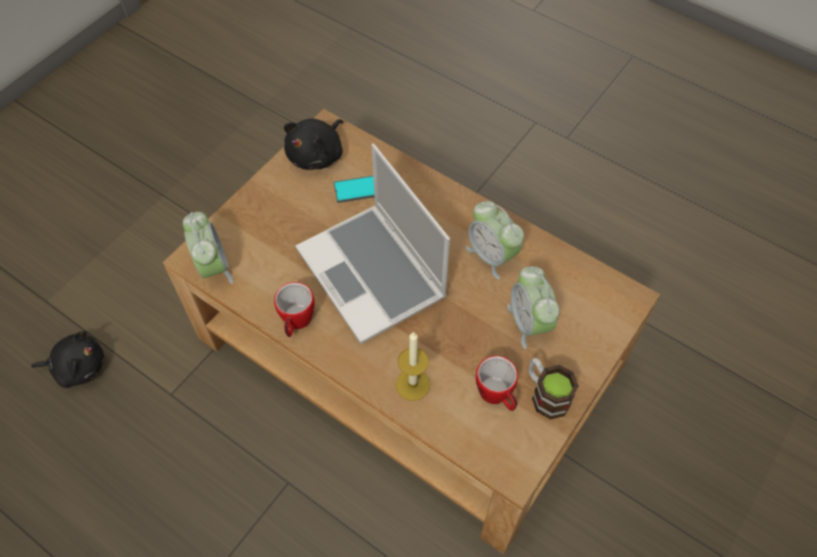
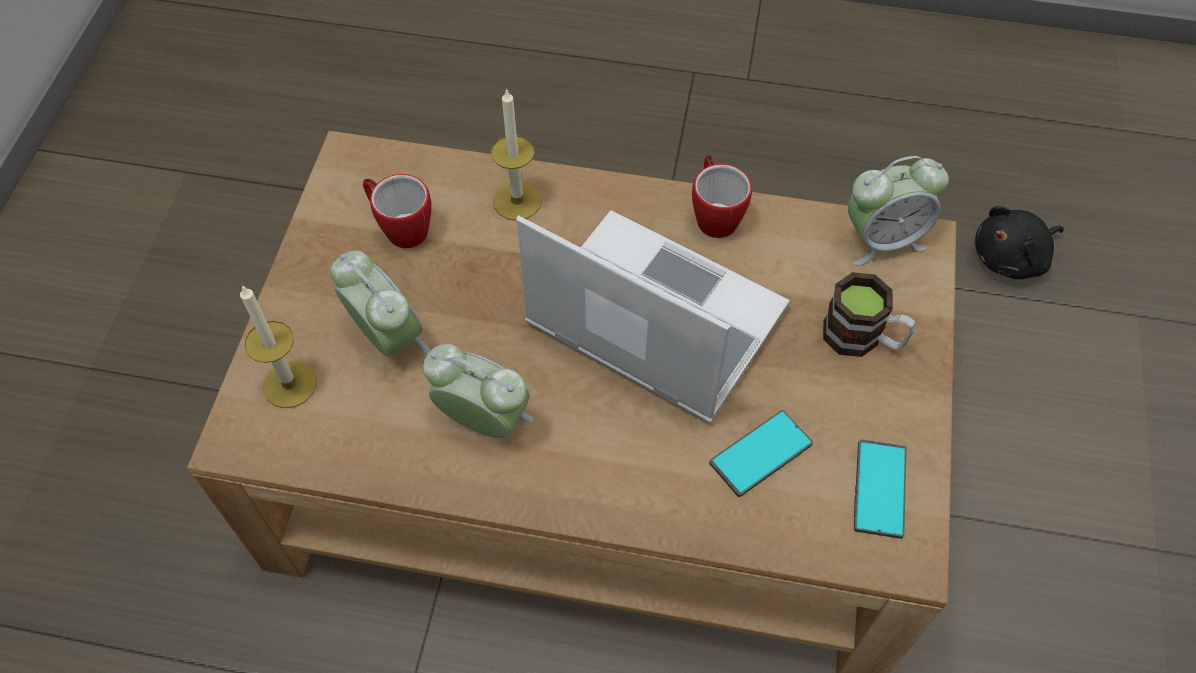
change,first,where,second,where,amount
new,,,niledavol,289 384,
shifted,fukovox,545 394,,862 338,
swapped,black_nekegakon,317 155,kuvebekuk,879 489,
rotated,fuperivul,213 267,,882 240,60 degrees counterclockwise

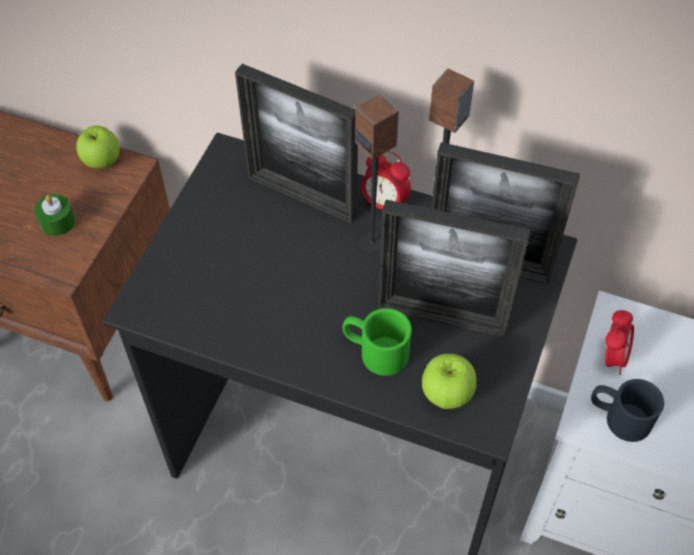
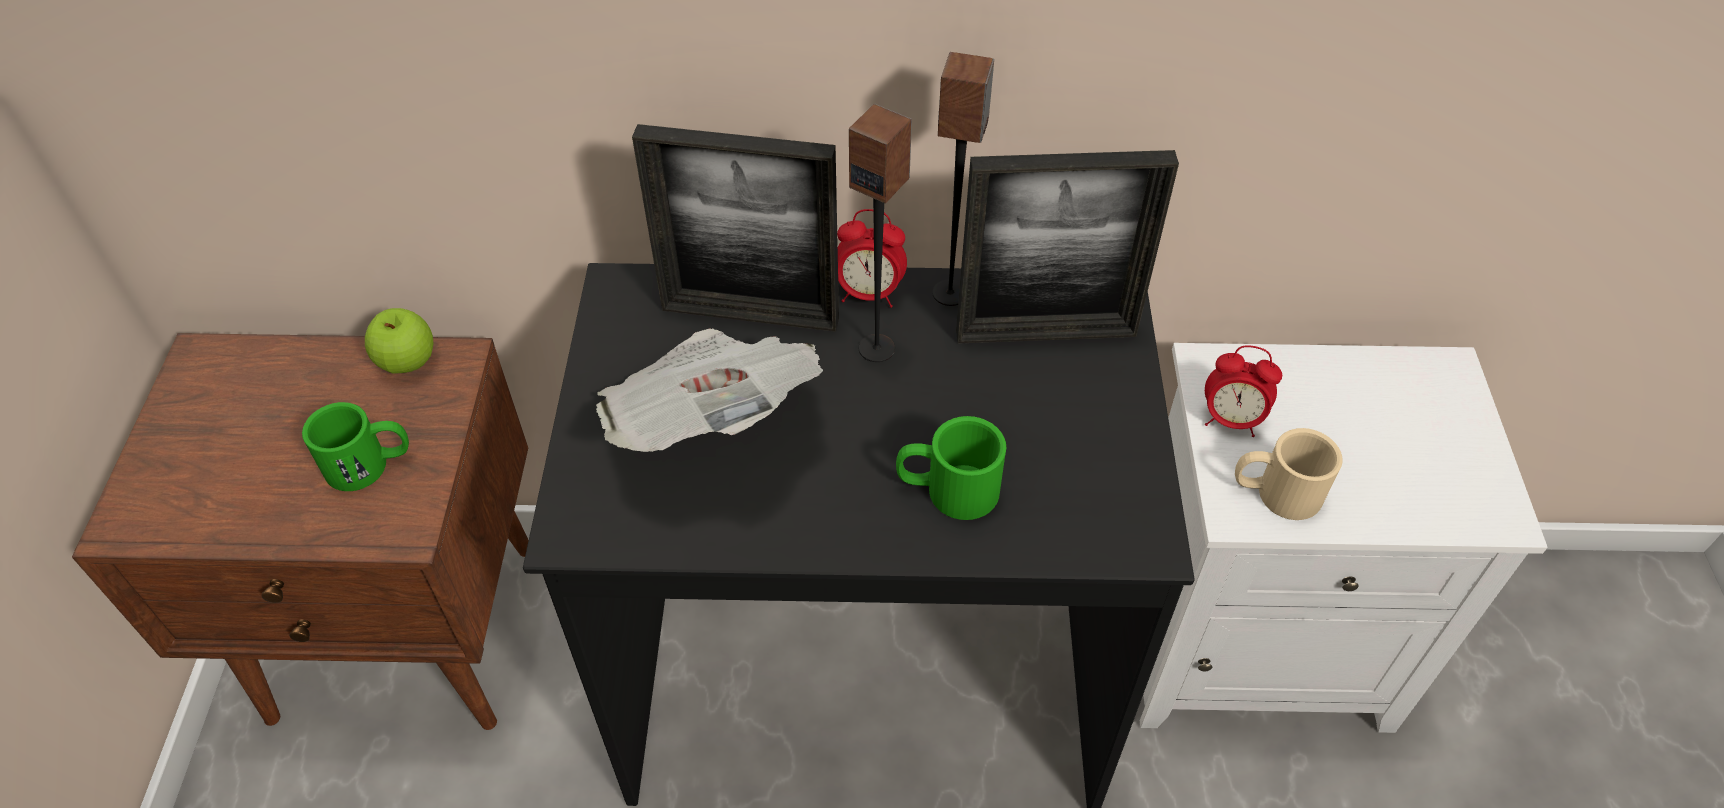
change,first,where,second,where,amount
gone,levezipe,442 317,,,
gone,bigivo,447 394,,,
new,,,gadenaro,711 421,
swapped,green_niledavol,57 222,green_fukovox,370 464,
repainted,black_fukovox,618 417,beige_fukovox,1275 492,
rotated,fuperivul,612 357,,1231 420,105 degrees clockwise

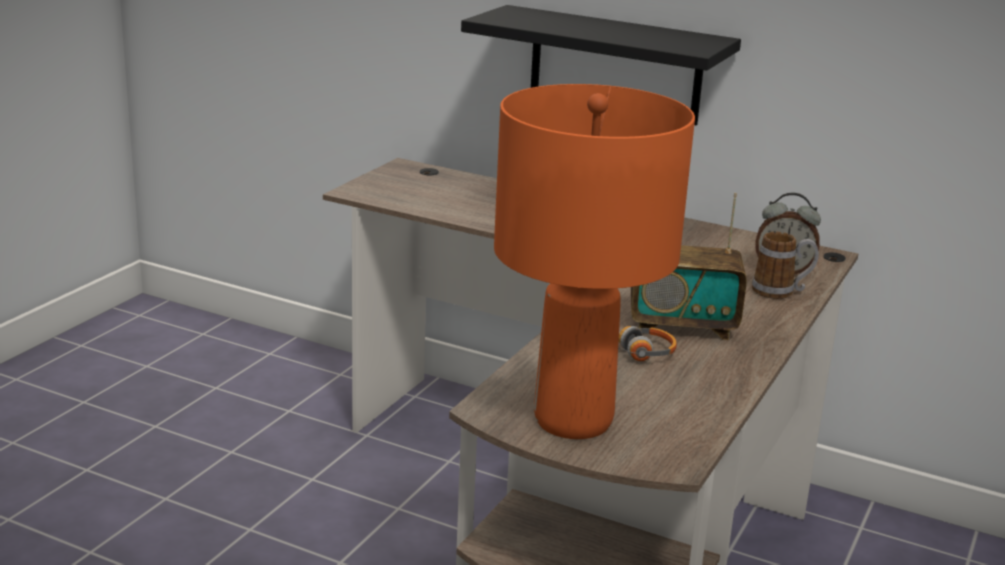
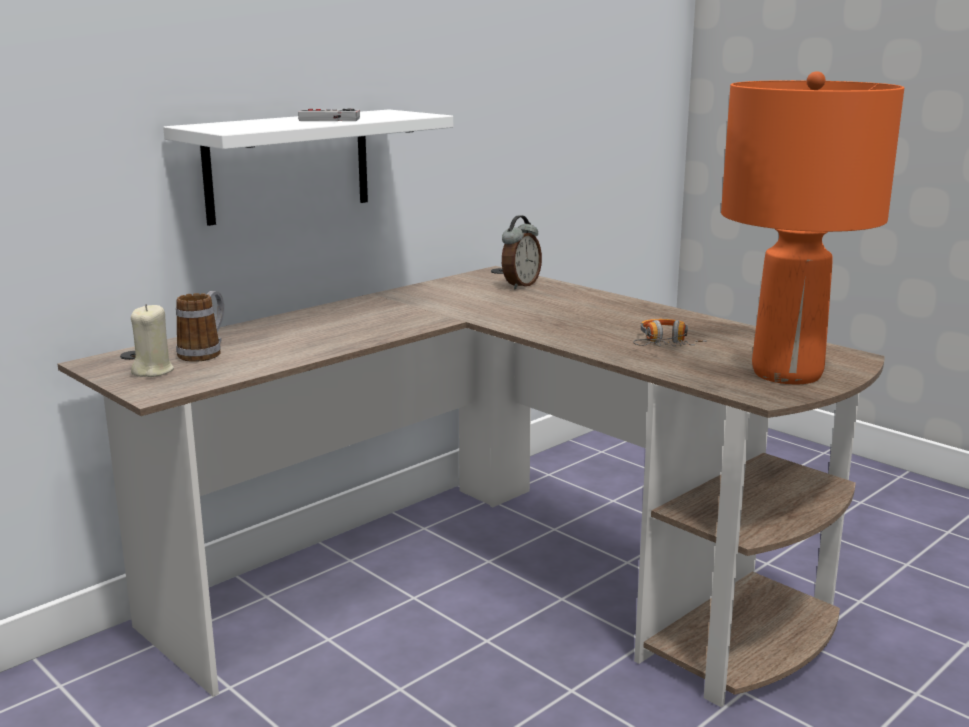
change,first,where,second,where,amount
gone,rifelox,682 325,,,
new,,,beige_niledavol,153 371,
new,,,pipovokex,328 120,
shifted,fukovox,781 292,,205 352,
repainted,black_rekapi,615 65,white_rekapi,288 165,

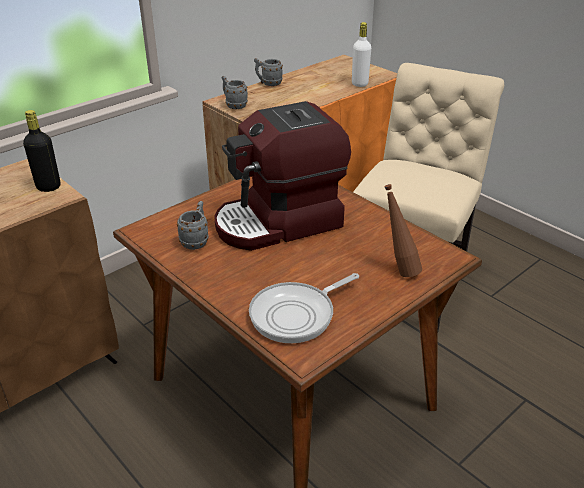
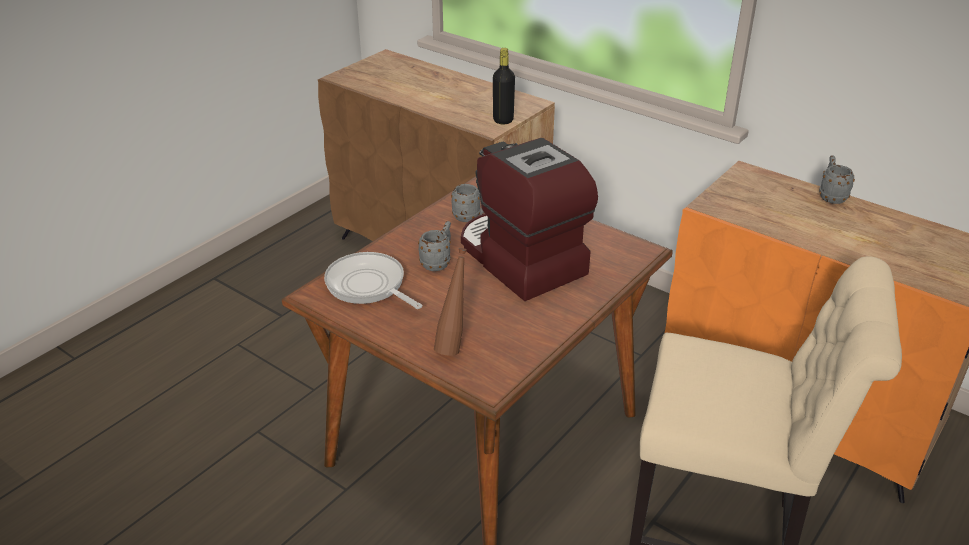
change,first,where,second,where,amount
gone,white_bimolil,359 84,,,
shifted,grey_fukovox,234 105,,438 262,

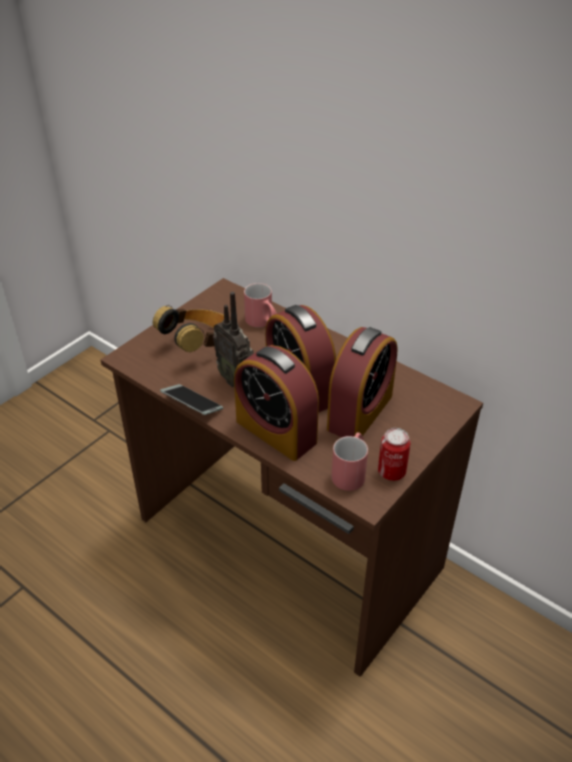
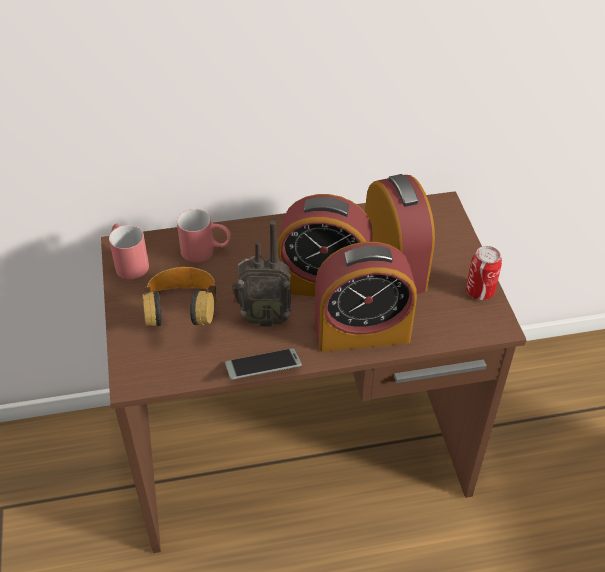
change,first,where,second,where,amount
shifted,red_fukovox,350 471,,128 261,

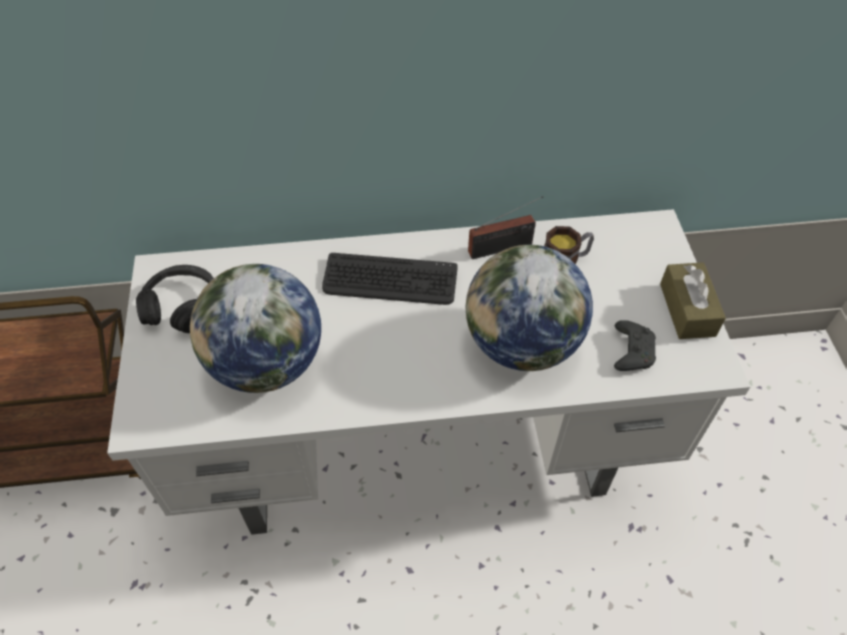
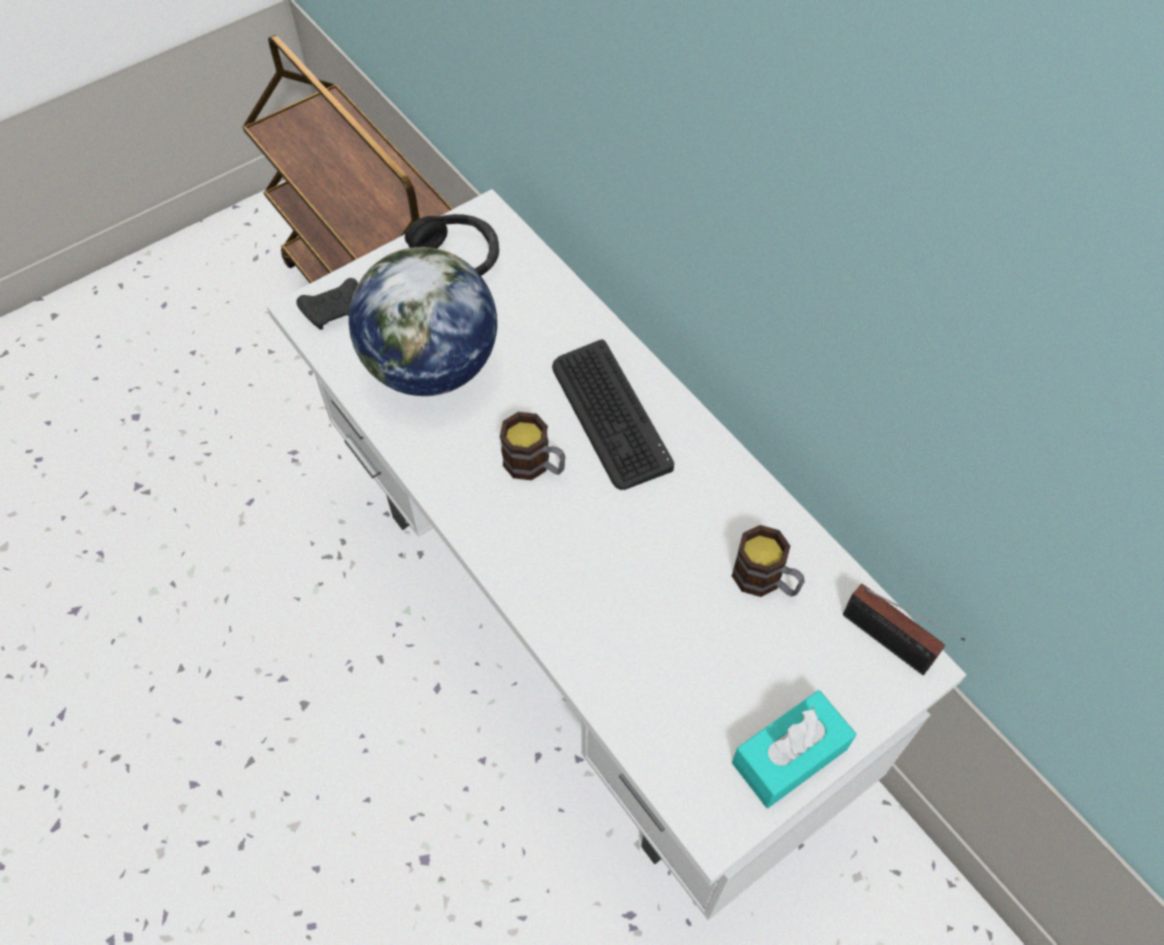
change,first,where,second,where,amount
gone,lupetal,521 344,,,
new,,,fukovox,535 465,
shifted,rifelox,504 248,,890 644,
shifted,black_pipovokex,631 351,,334 310,
repainted,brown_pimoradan,687 309,turquoise_pimoradan,789 756,

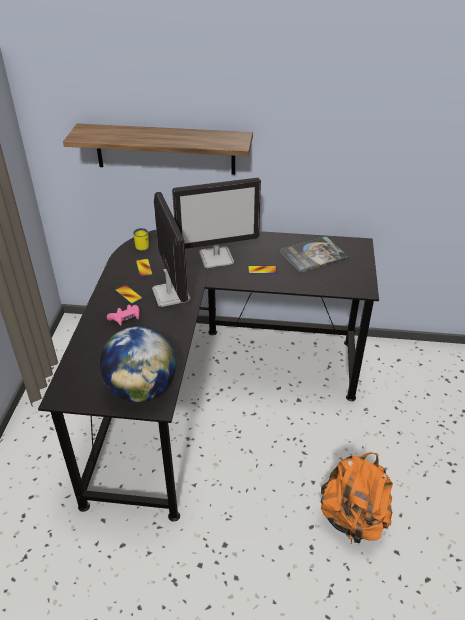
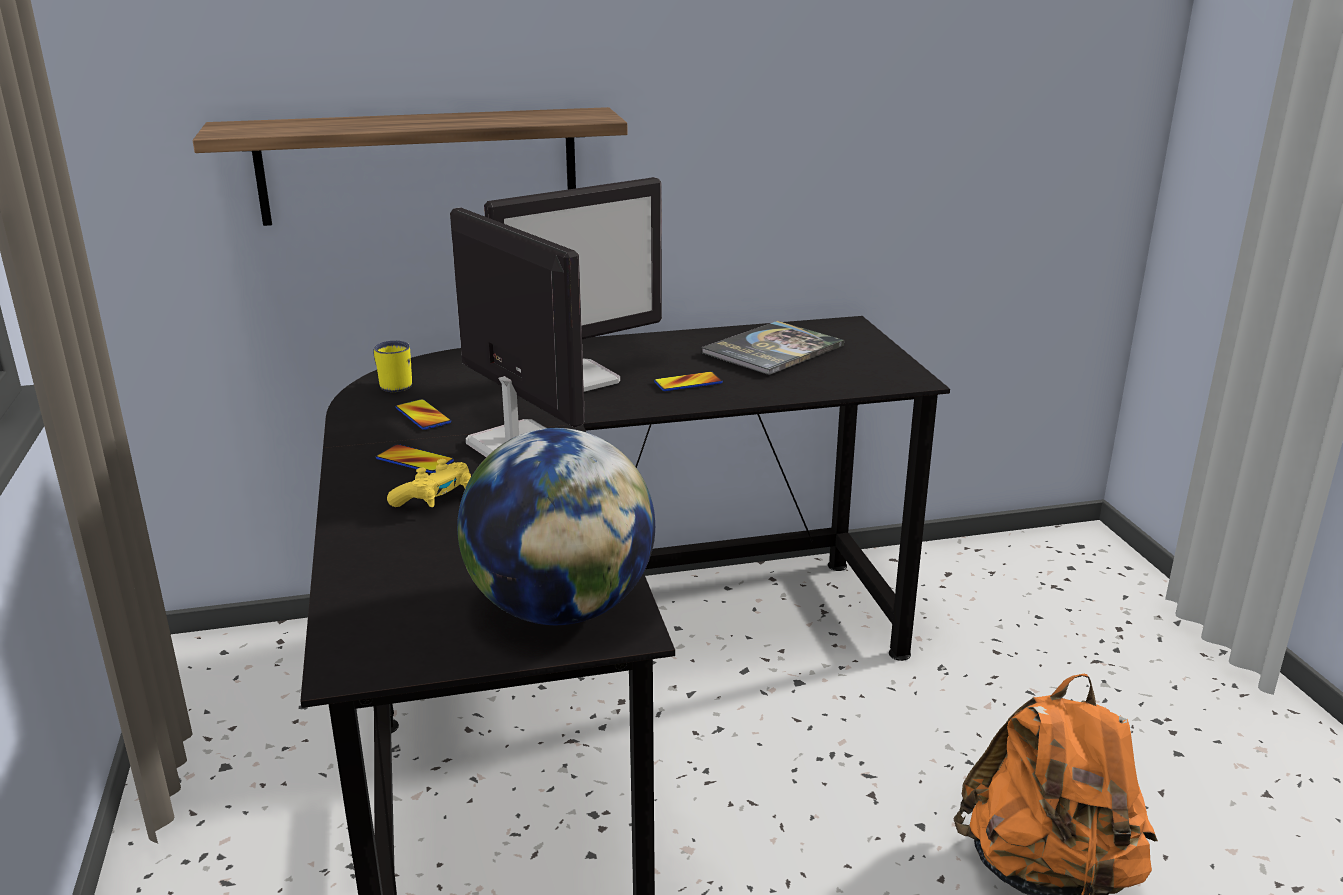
change,first,where,second,where,amount
repainted,pink_pipovokex,125 319,yellow_pipovokex,435 499,

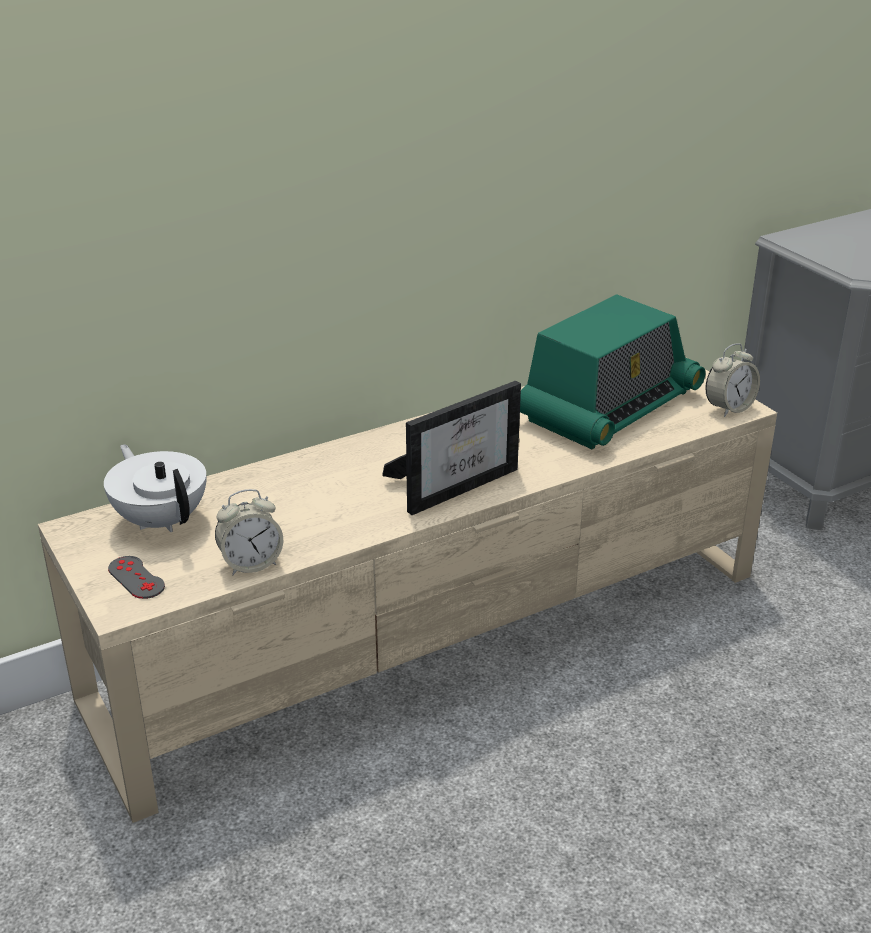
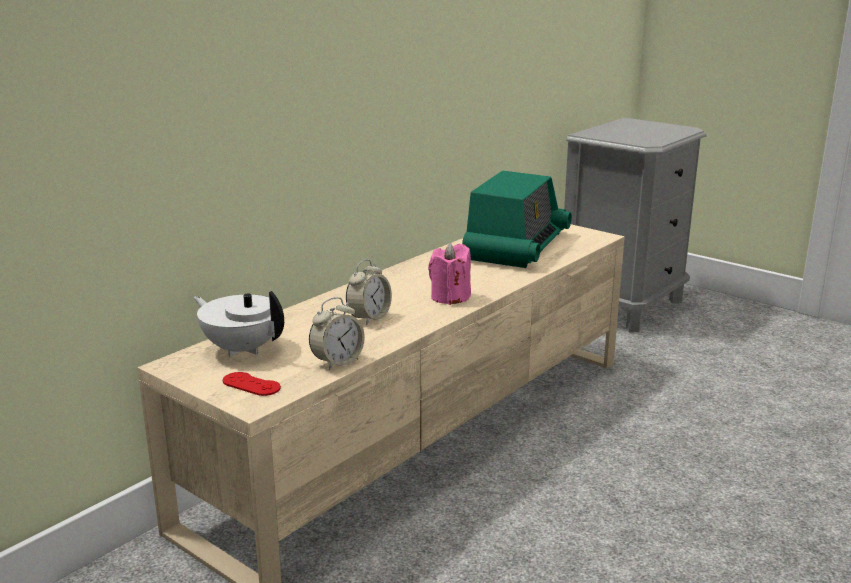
change,first,where,second,where,amount
shifted,fuperivul,729 408,,369 318,
swapped,levezipe,457 484,pink_niledavol,450 297,
repainted,grey_pipovokex,136 578,red_pipovokex,251 384,

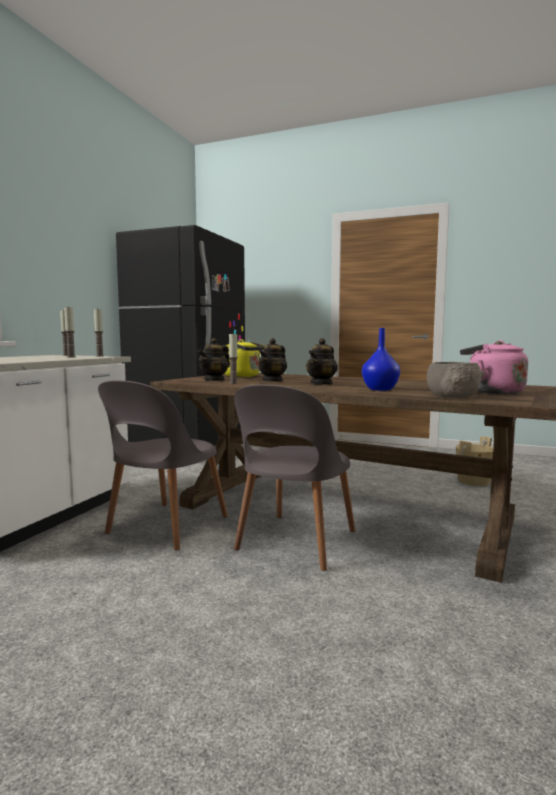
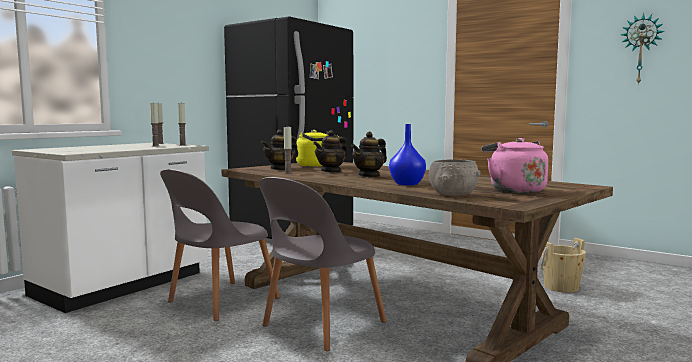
change,first,where,second,where,amount
new,,,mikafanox,641 49,

